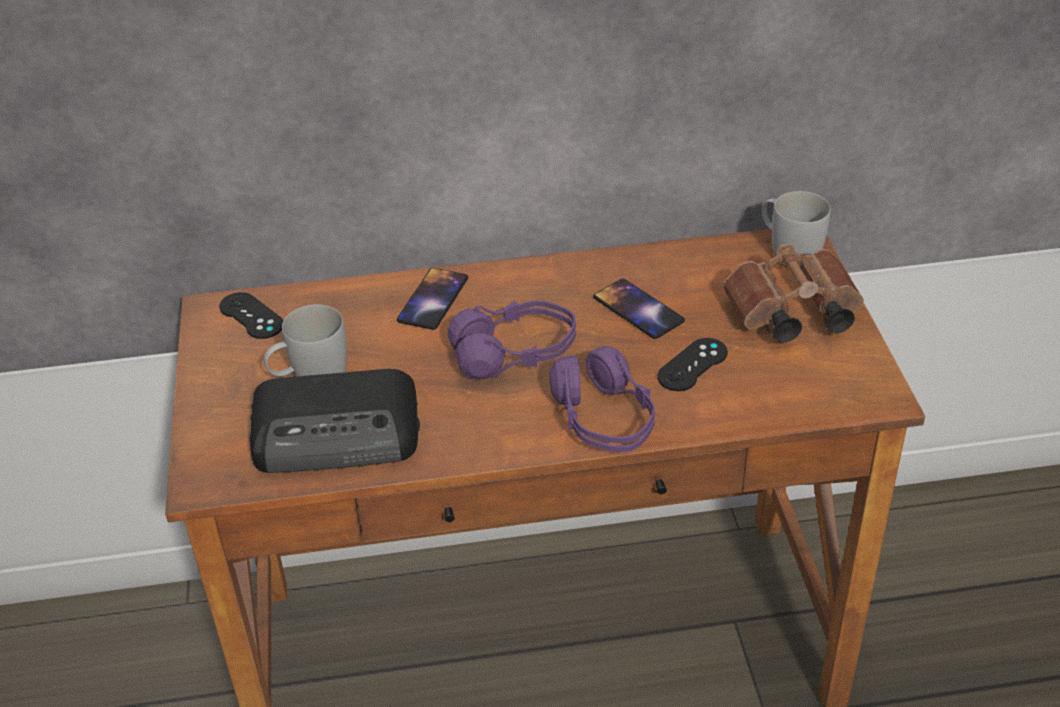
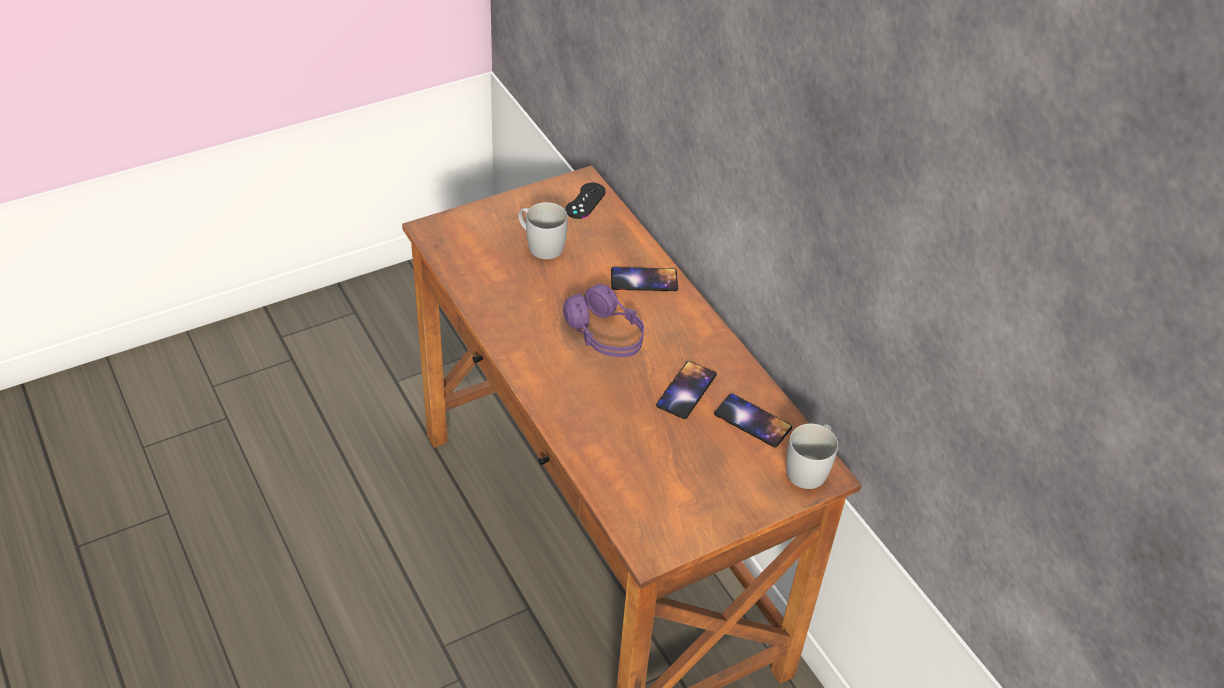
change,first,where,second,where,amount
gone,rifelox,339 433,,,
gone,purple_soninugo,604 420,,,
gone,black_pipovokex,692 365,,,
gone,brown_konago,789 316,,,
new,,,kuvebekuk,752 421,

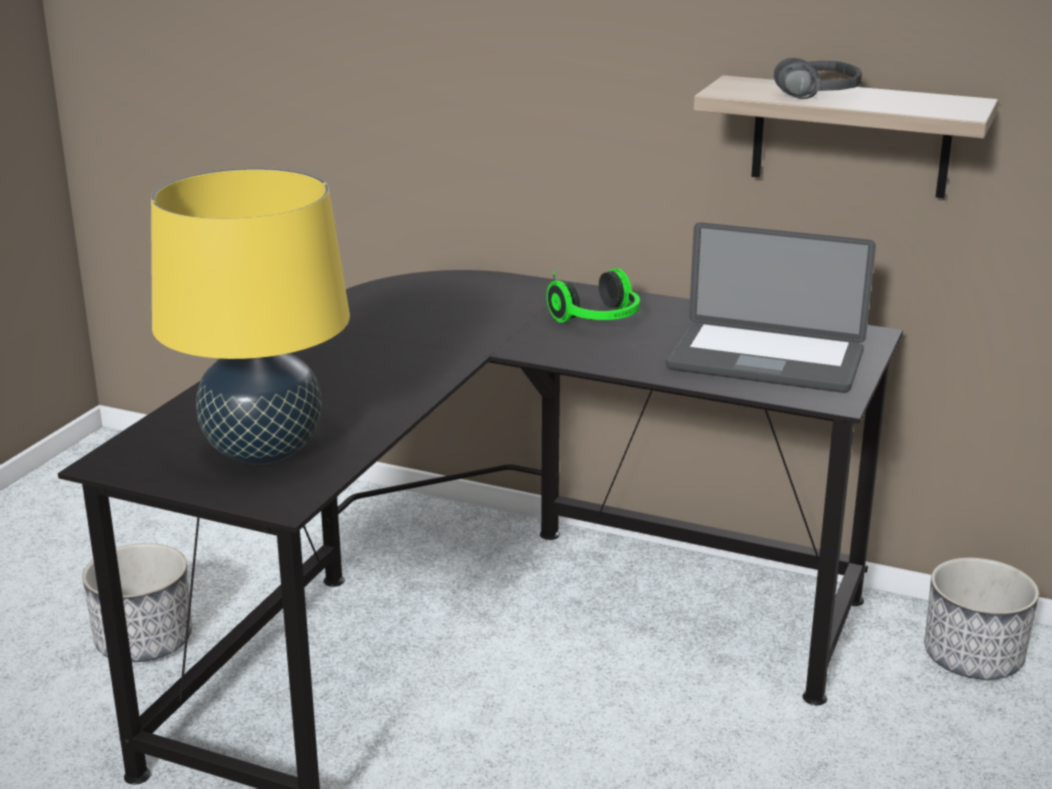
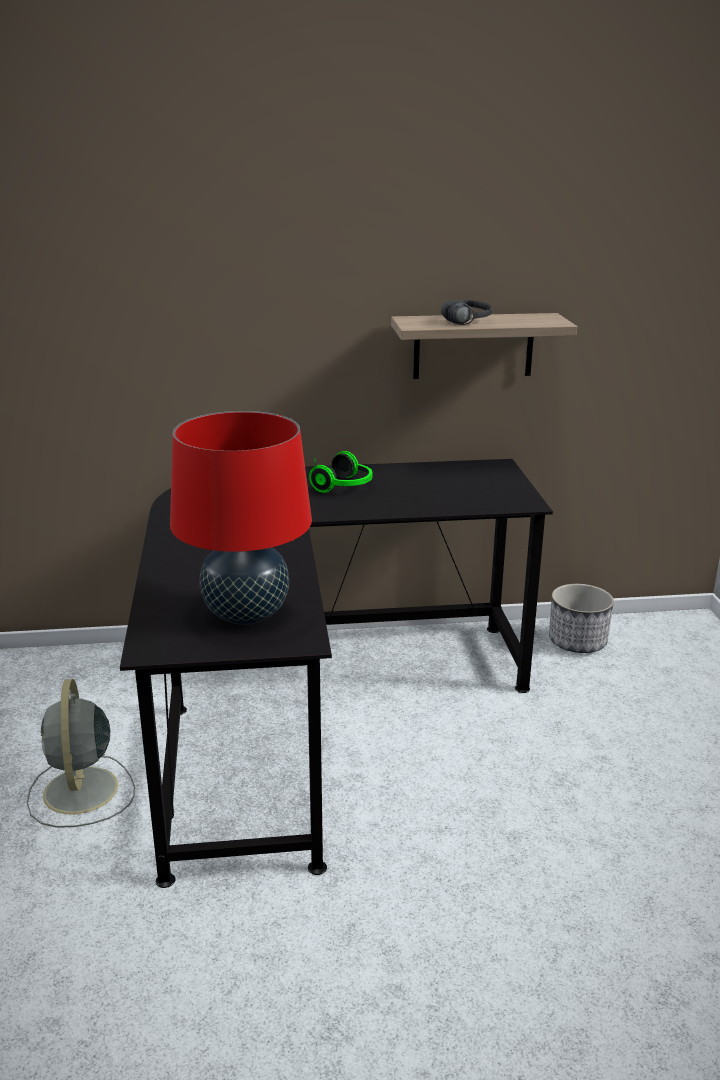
change,first,where,second,where,amount
gone,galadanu,765 361,,,
swapped,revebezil,144 641,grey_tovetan,80 793,
repainted,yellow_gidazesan,263 451,red_gidazesan,246 614,

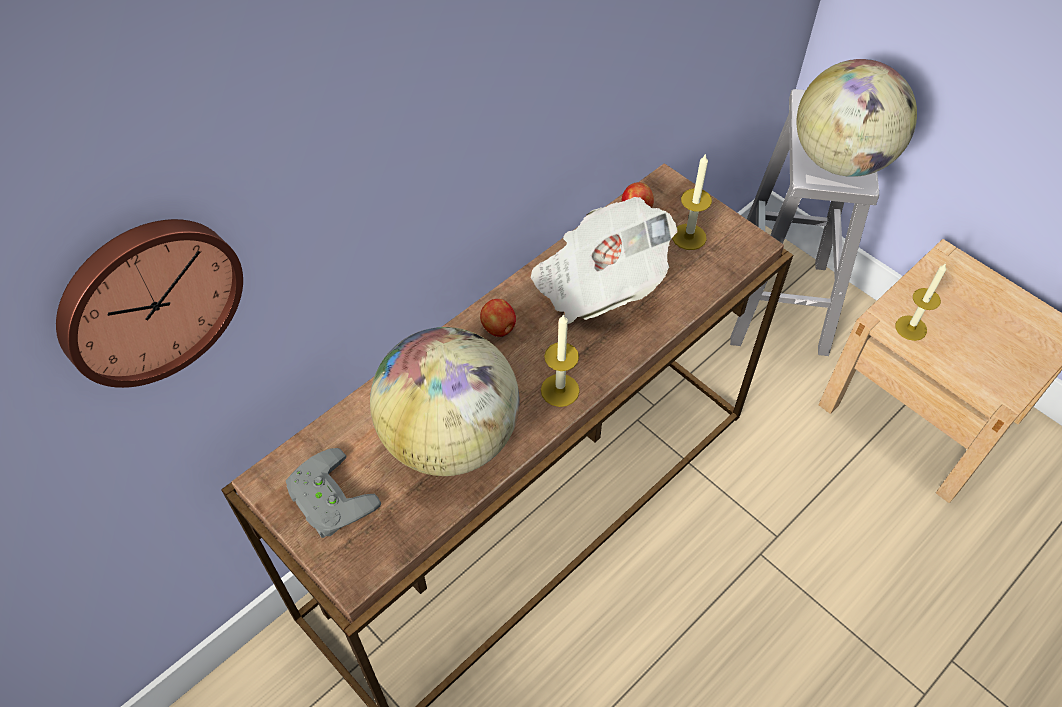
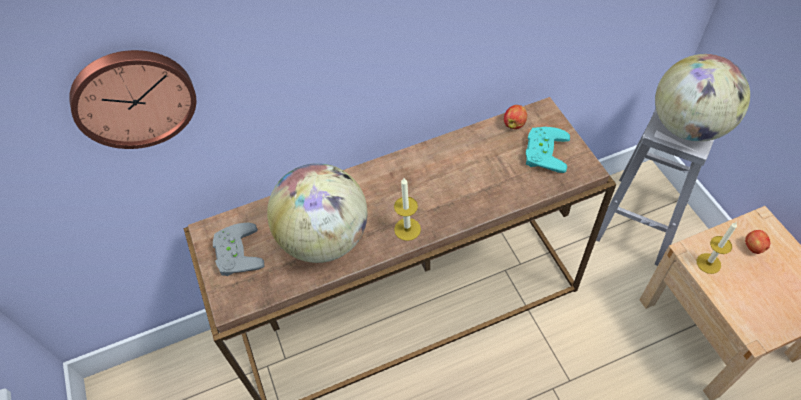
change,first,where,second,where,amount
gone,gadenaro,598 283,,,
shifted,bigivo,499 328,,753 247,
swapped,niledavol,689 237,turquoise_pipovokex,543 151,

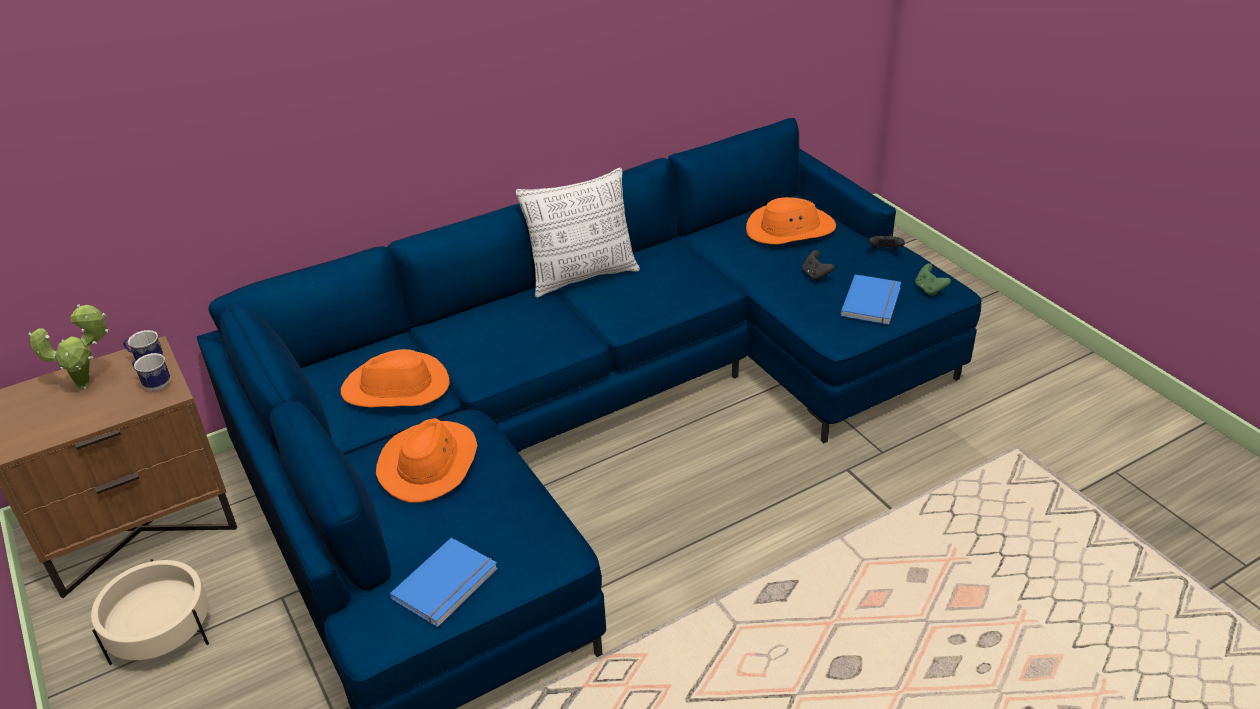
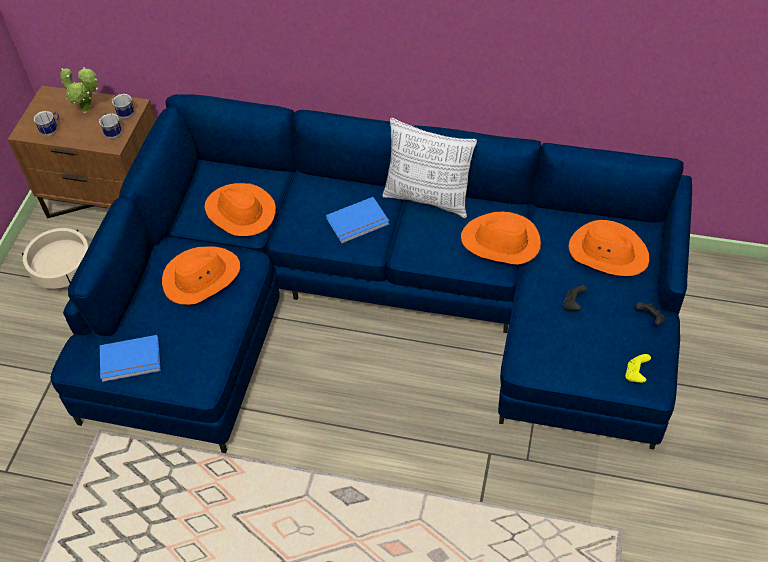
change,first,where,second,where,amount
new,,,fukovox,52 130,
new,,,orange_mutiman,501 242,
shifted,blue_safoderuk,873 302,,358 222,
repainted,green_pipovokex,929 289,yellow_pipovokex,635 374,

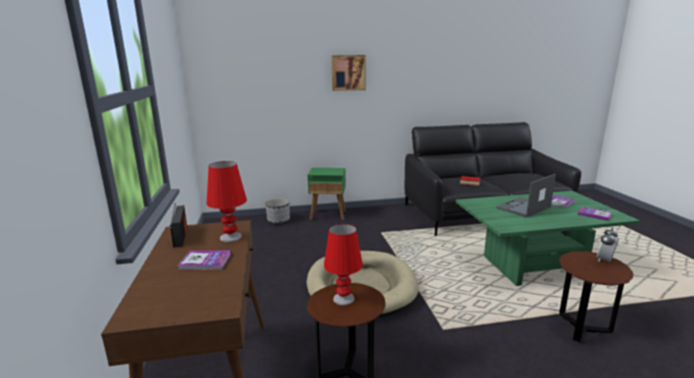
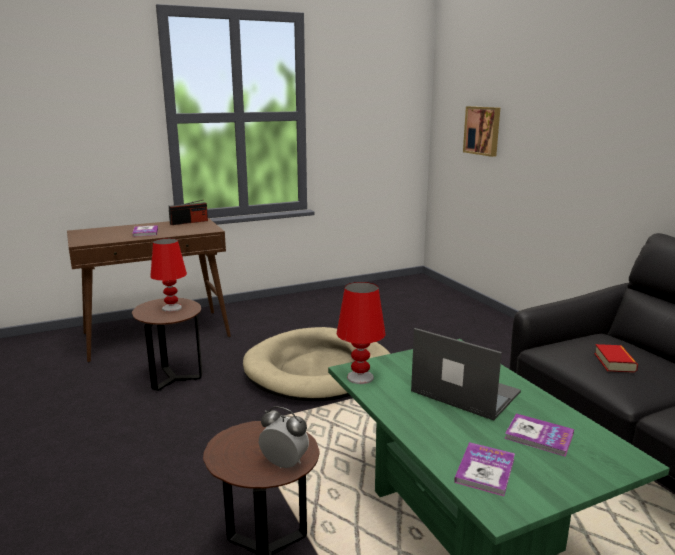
change,first,where,second,where,amount
gone,revebezil,278 221,,,
gone,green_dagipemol,328 215,,,
shifted,red_gidazesan,231 237,,360 377,
shifted,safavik,348 72,,483 130,

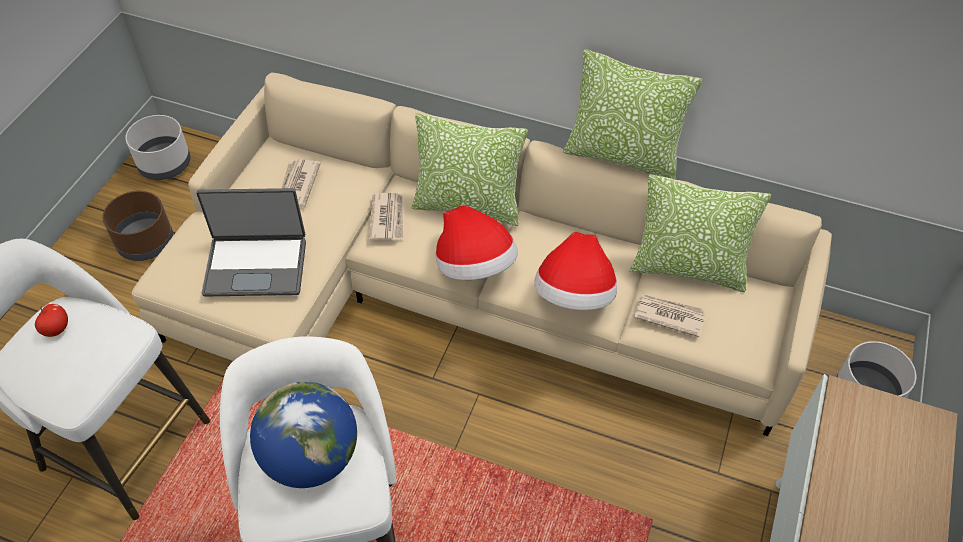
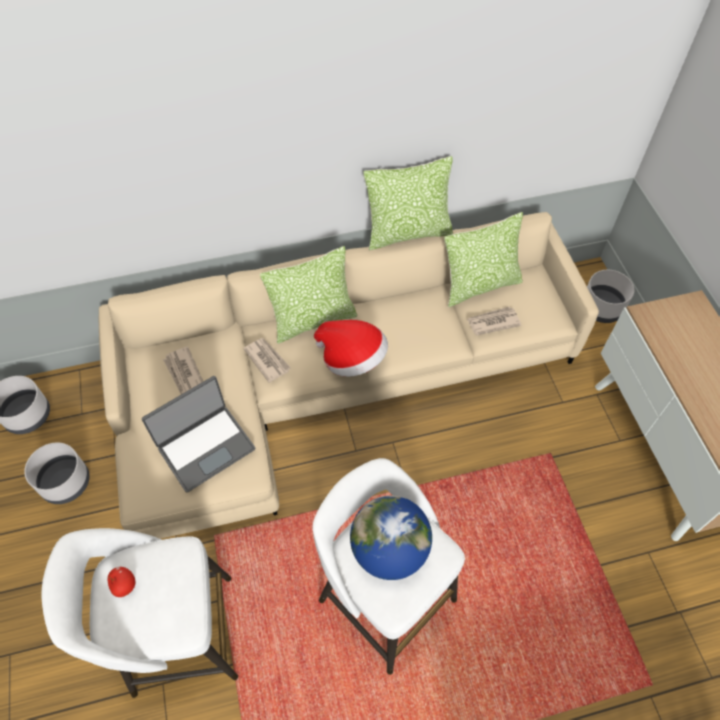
change,first,where,second,where,amount
gone,mutiman,574 295,,,
repainted,brown_revebezil,146 242,grey_revebezil,66 482,

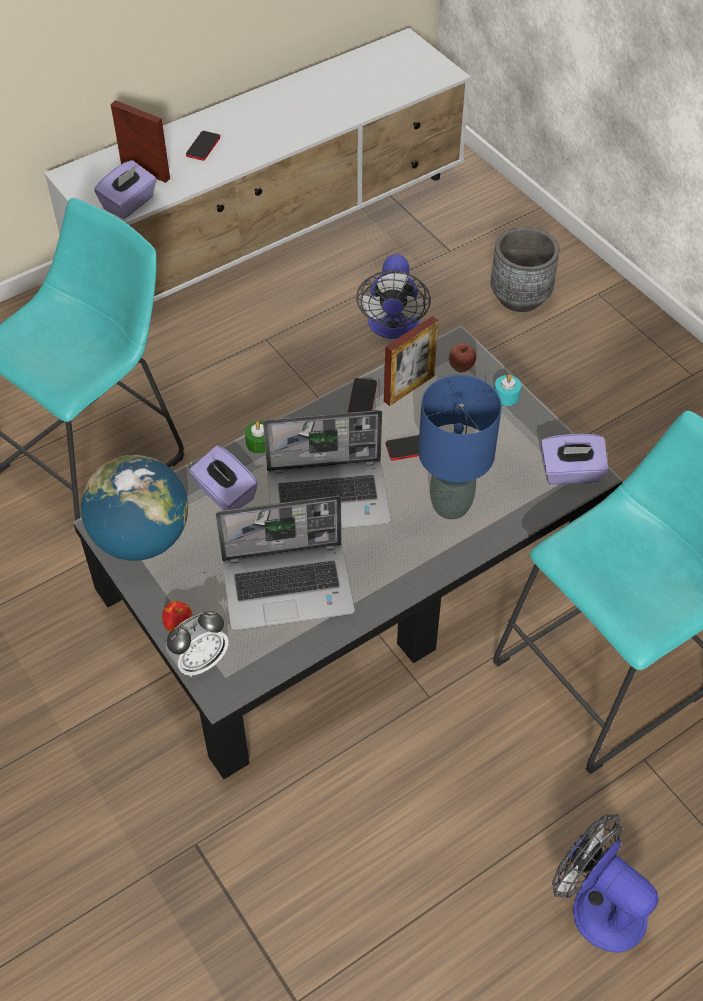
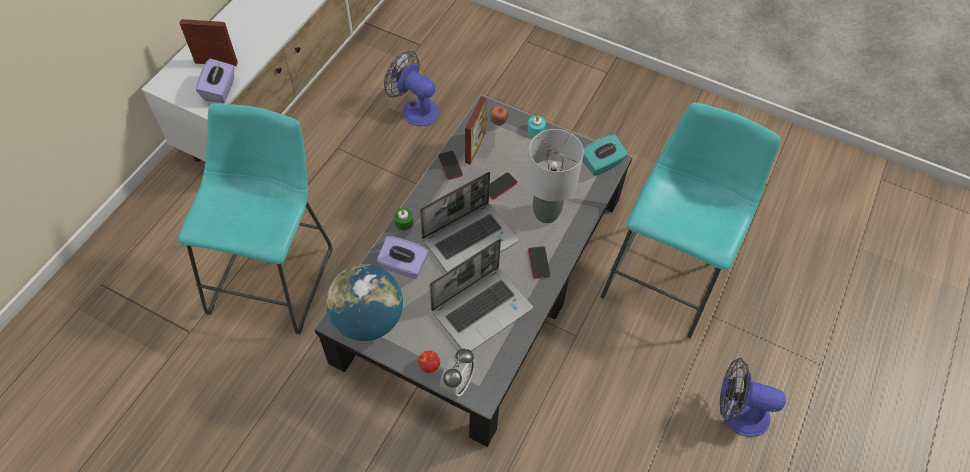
change,first,where,second,where,amount
gone,grey_revebezil,520 297,,,
shifted,kuvebekuk,203 146,,539 263,
repainted,blue_gidazesan,451 505,grey_gidazesan,547 213,
repainted,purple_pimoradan,570 473,turquoise_pimoradan,602 163,
rotated,tovetan,393 327,,414 109,150 degrees clockwise

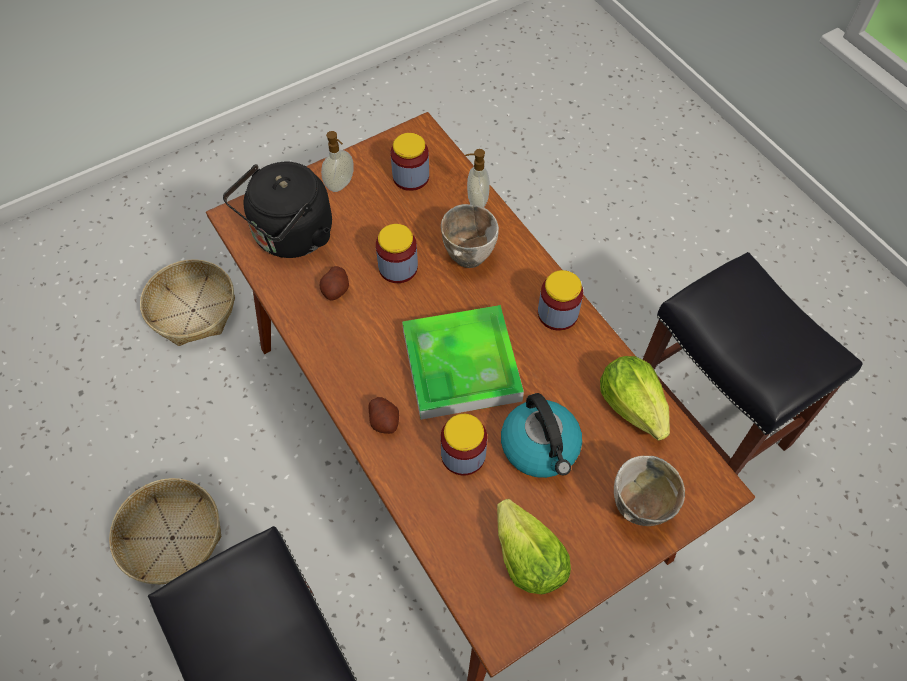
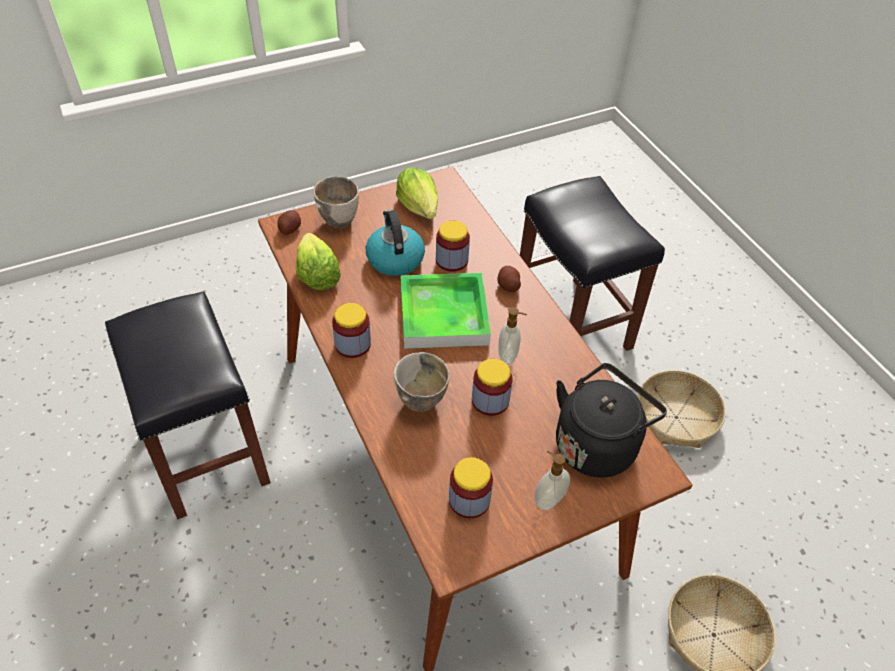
change,first,where,second,where,amount
shifted,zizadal,336 290,,289 229,
shifted,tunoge,476 201,,508 356,

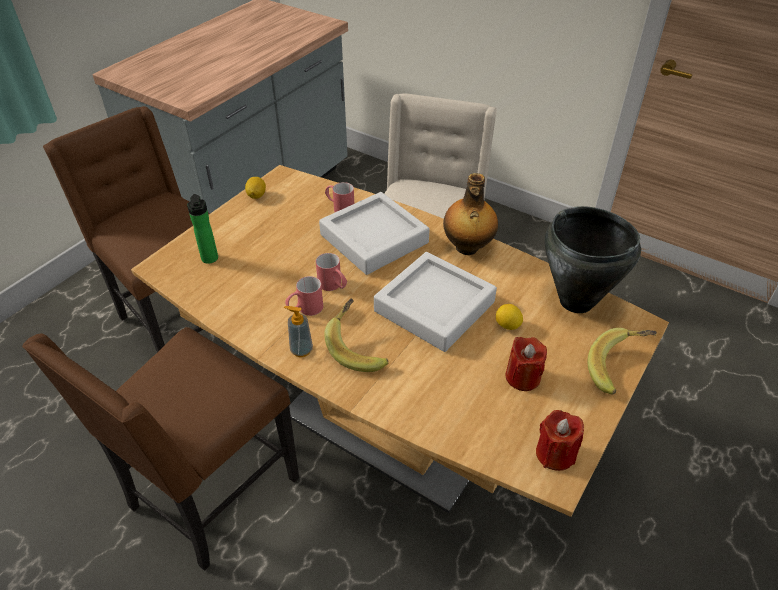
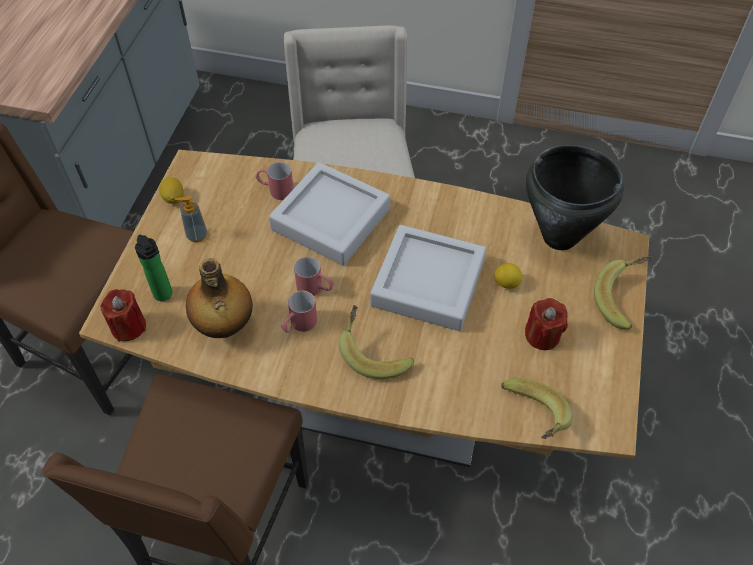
change,first,where,second,where,amount
new,,,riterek,530 419,
shifted,tunoge,301 350,,197 235,
shifted,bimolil,467 248,,224 326,
shifted,red_niledavol,555 454,,128 327,

